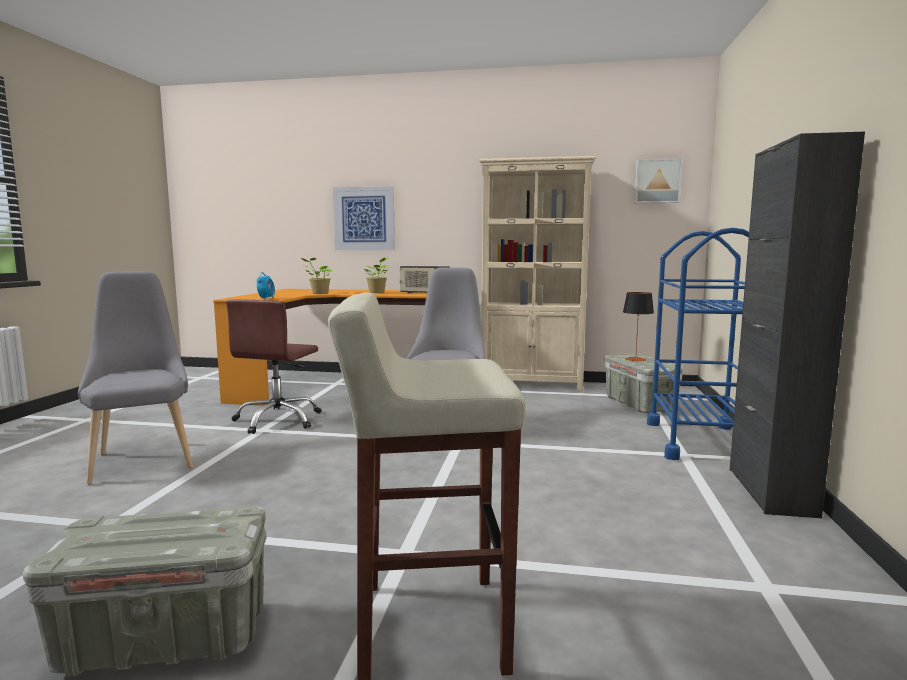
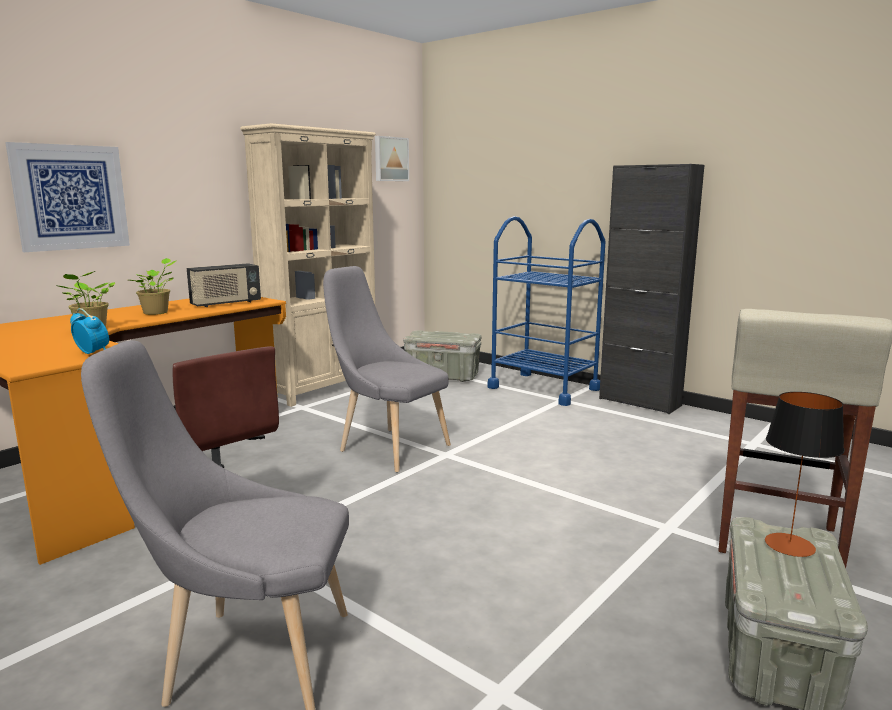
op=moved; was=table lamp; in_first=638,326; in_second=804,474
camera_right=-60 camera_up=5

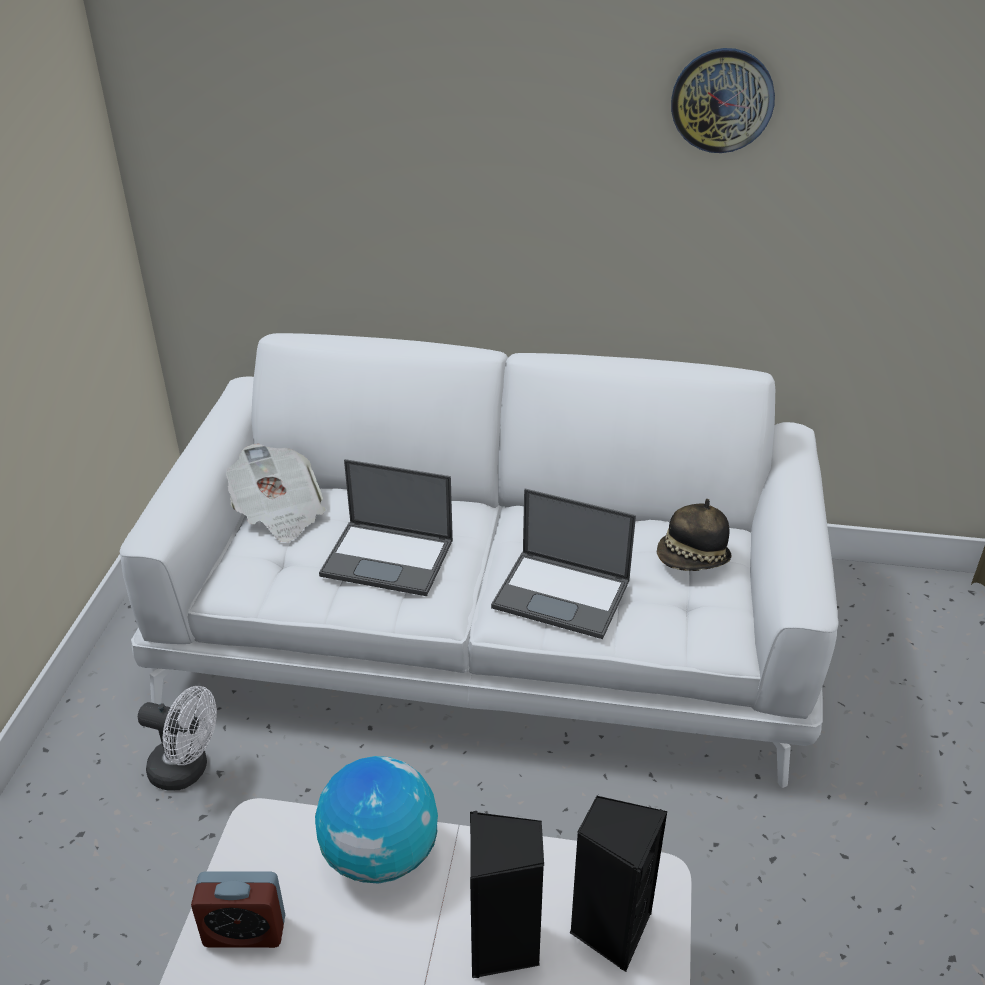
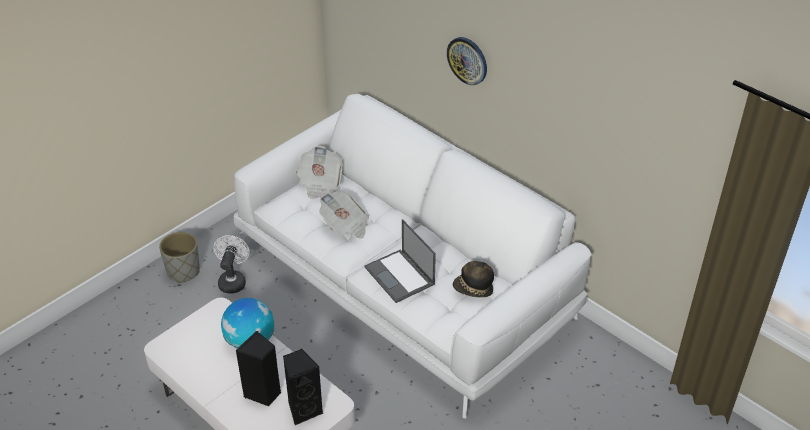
op=moved; was=wall clock; in_first=723,100; in_second=467,61
op=replaced; was=laptop; now=newspaper; in_first=386,527; in_second=344,215
op=turned; was=fan in white; in_first=177,738; in_second=231,264; clockwise=-135
op=removed; was=alarm clock; in_first=238,909
op=added; now=planter in grey; in_second=179,257
camera_right=35 camera_up=5

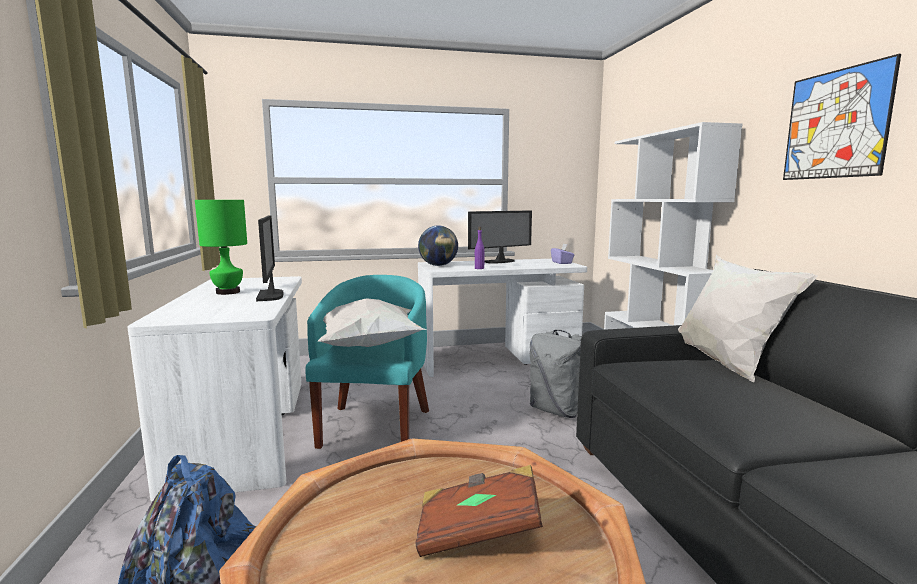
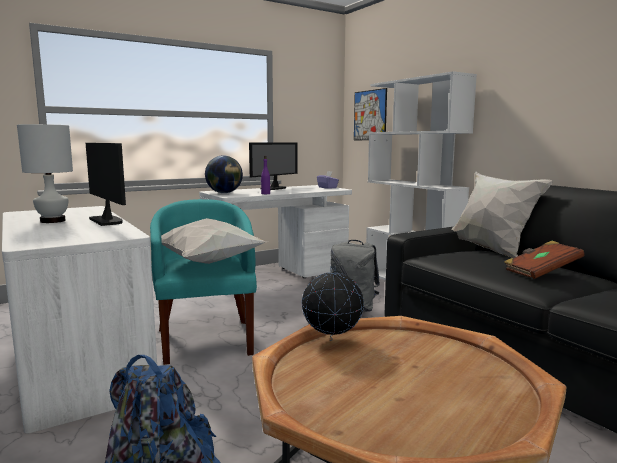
op=moved; was=picture; in_first=842,117; in_second=370,114
op=recoloured; was=table lamp in green; now=table lamp in white; in_first=221,247; in_second=45,173
op=moved; was=book in brown; in_first=479,511; in_second=544,260
op=added; now=globe; in_second=333,303
camera_right=-20 camera_up=0

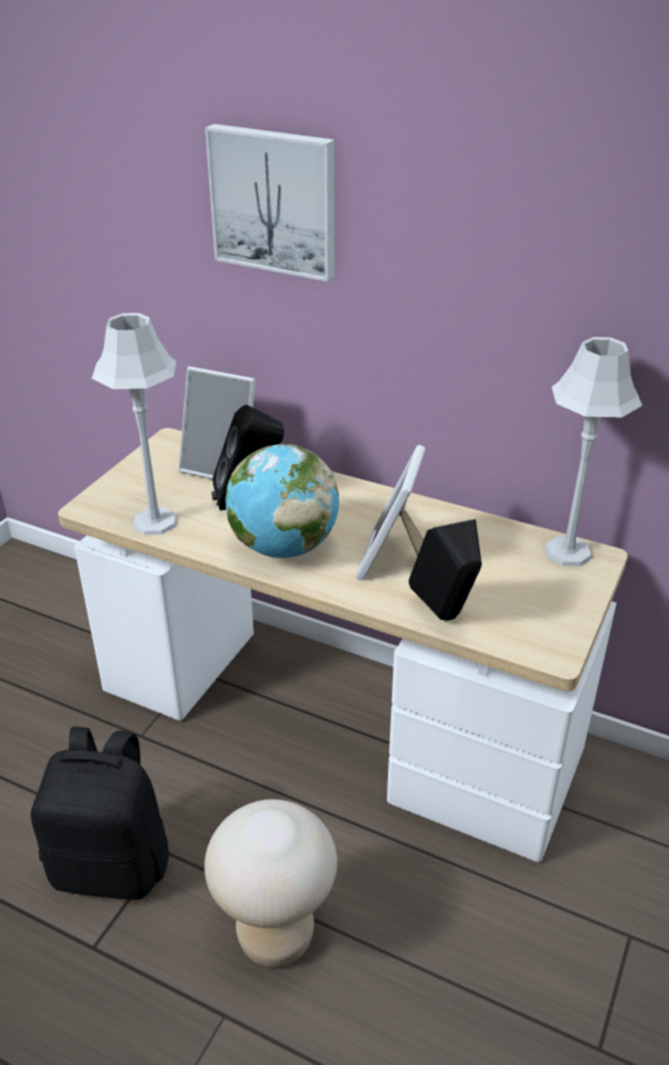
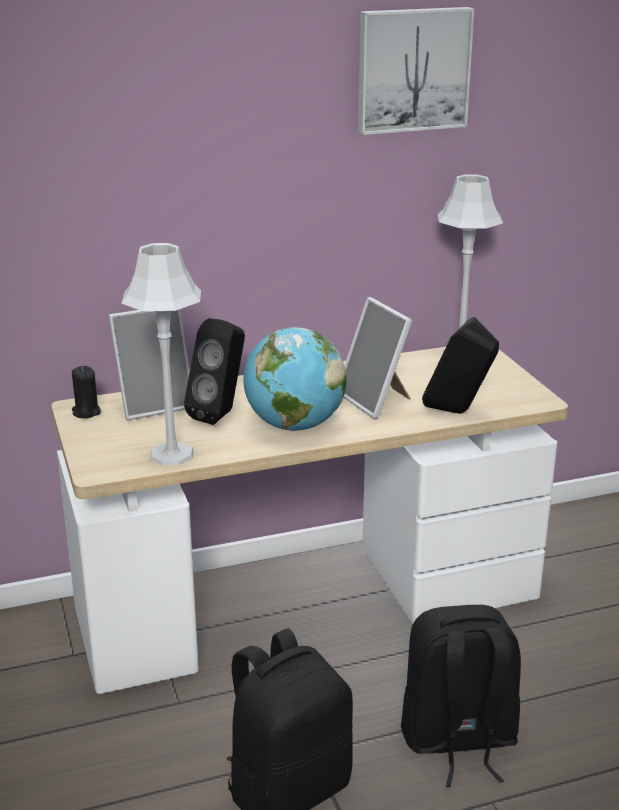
op=moved; was=picture; in_first=270,203; in_second=415,71
op=replaced; was=stool in beige; now=backpack in black; in_first=270,883; in_second=461,696
op=added; now=candle in black; in_second=86,392
camera_right=-45 camera_up=-10

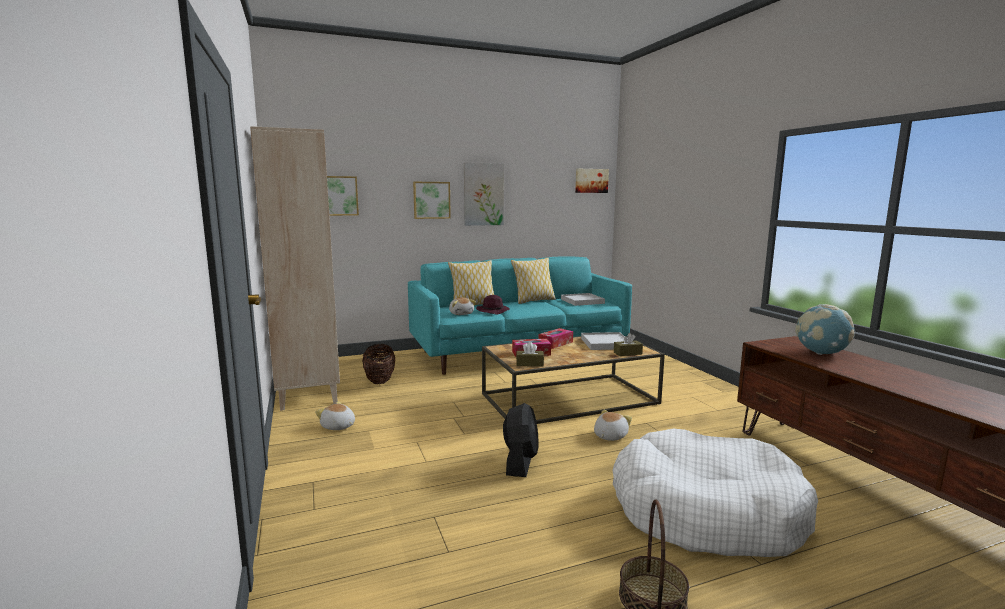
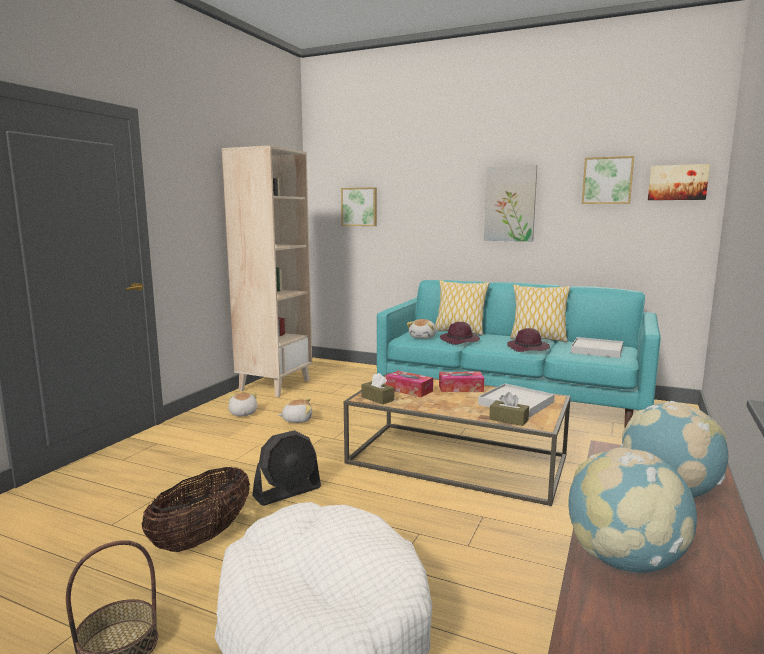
op=moved; was=picture; in_first=432,200; in_second=608,180
op=moved; was=basket; in_first=378,364; in_second=196,509
op=moved; was=plush toy; in_first=613,425; in_second=295,410
op=added; now=hat in purple; in_second=528,340
op=added; now=globe; in_second=632,510
camera_right=45 camera_up=0

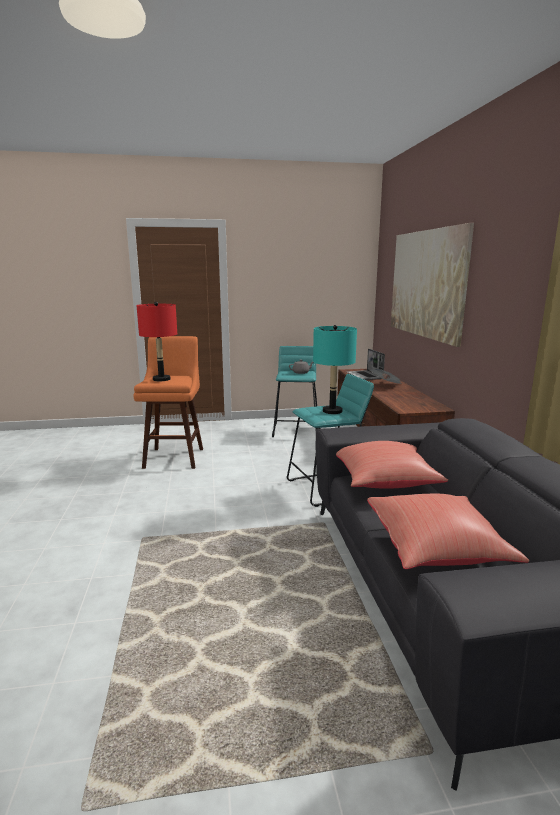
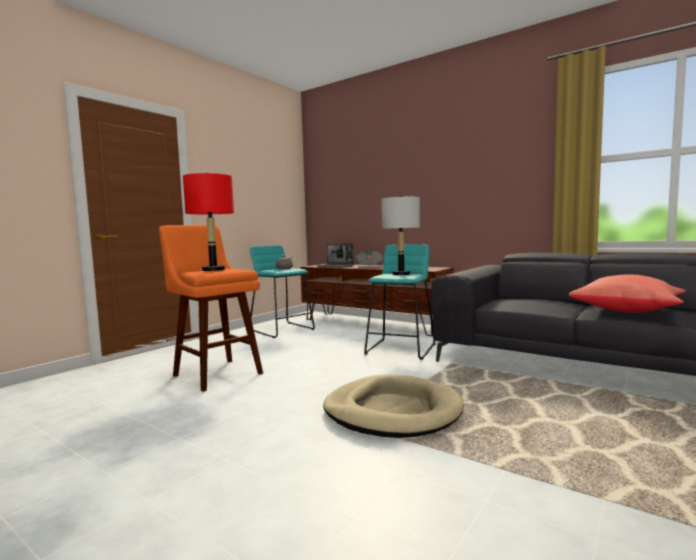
op=removed; was=picture; in_first=432,285
op=recoloured; was=table lamp in turquoise; now=table lamp in grey; in_first=335,369; in_second=400,235
op=removed; was=pillow in red; in_first=392,465
op=added; now=dog bed in beige; in_second=393,406
camera_right=-45 camera_up=-10

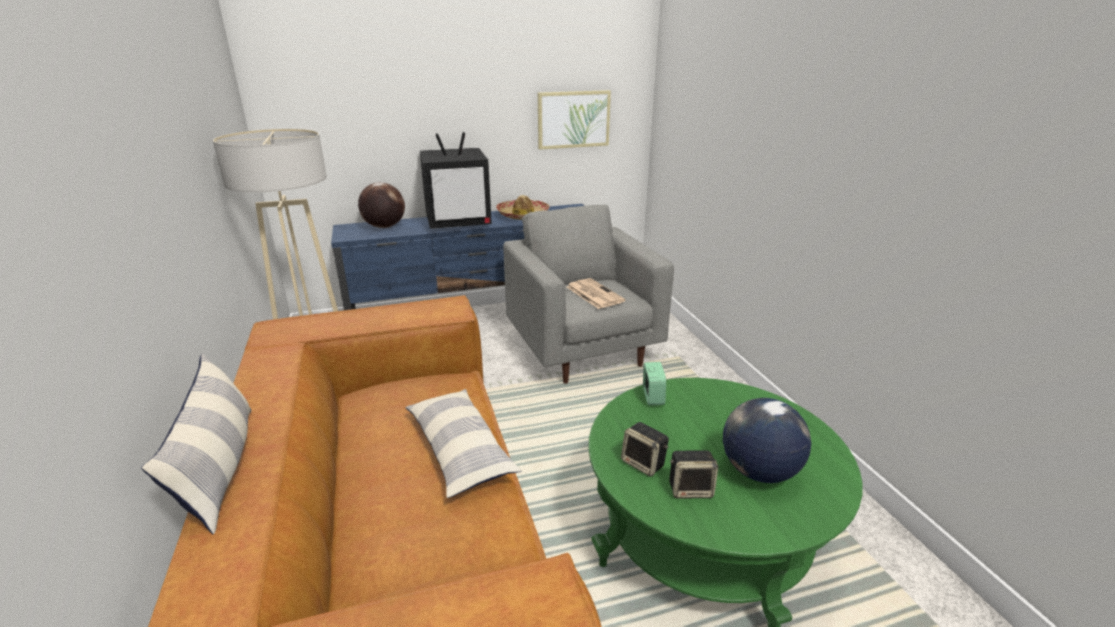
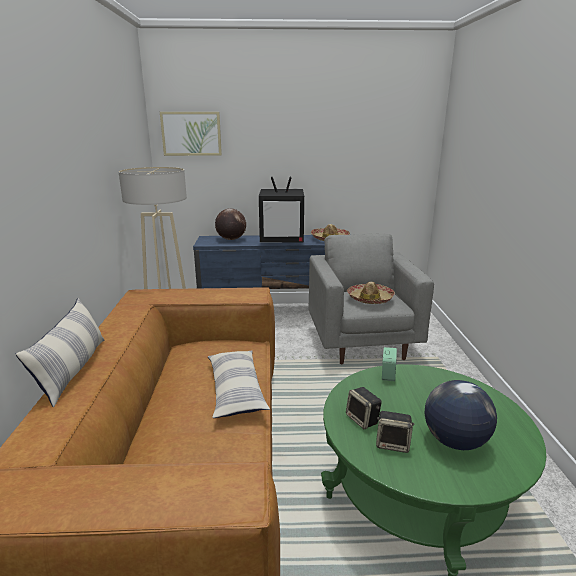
op=moved; was=picture; in_first=574,120; in_second=191,134
op=replaced; was=newspaper; now=hat; in_first=596,293; in_second=371,293
camera_right=15 camera_up=-5

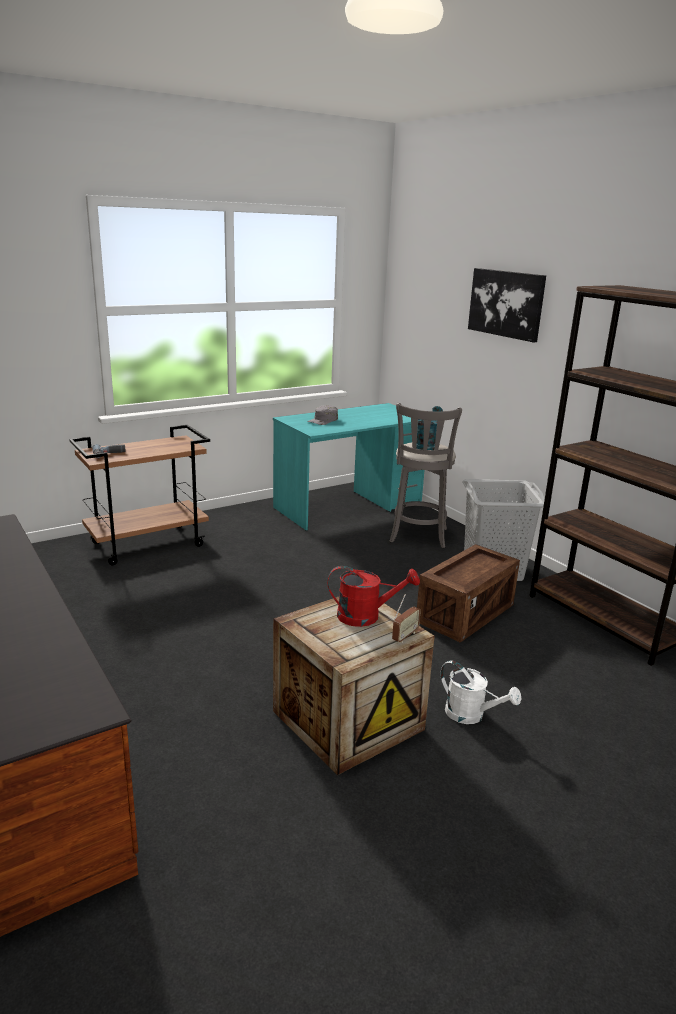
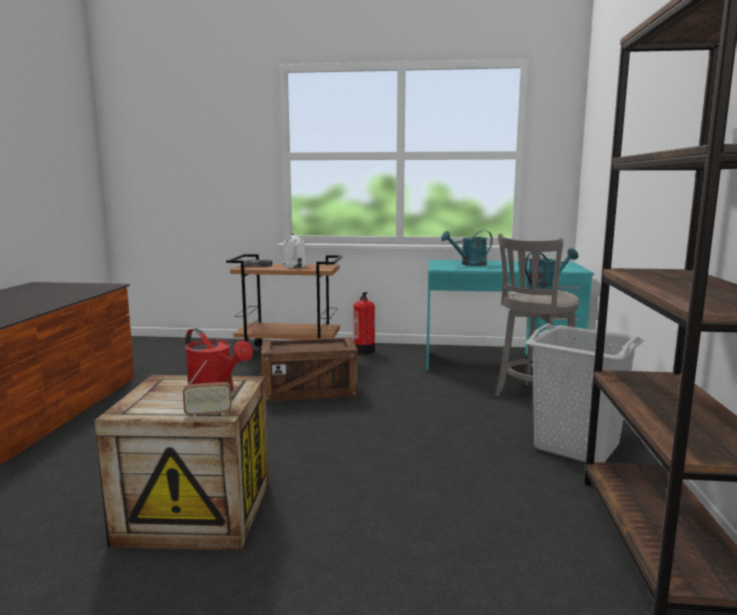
op=removed; was=picture; in_first=507,305
op=replaced; was=cap in grey; now=watering can in turquoise; in_first=322,415; in_second=467,248
op=moved; was=crate; in_first=468,593; in_second=309,369
op=moved; was=watering can in white; in_first=480,692; in_second=294,250
op=added; now=fire extinguisher; in_second=364,323
camera_right=40 camera_up=-10

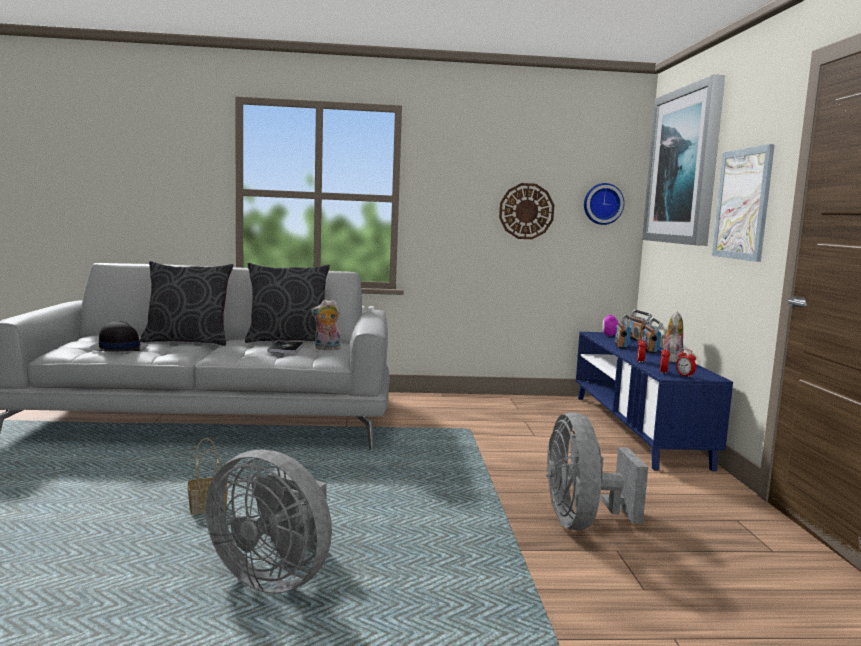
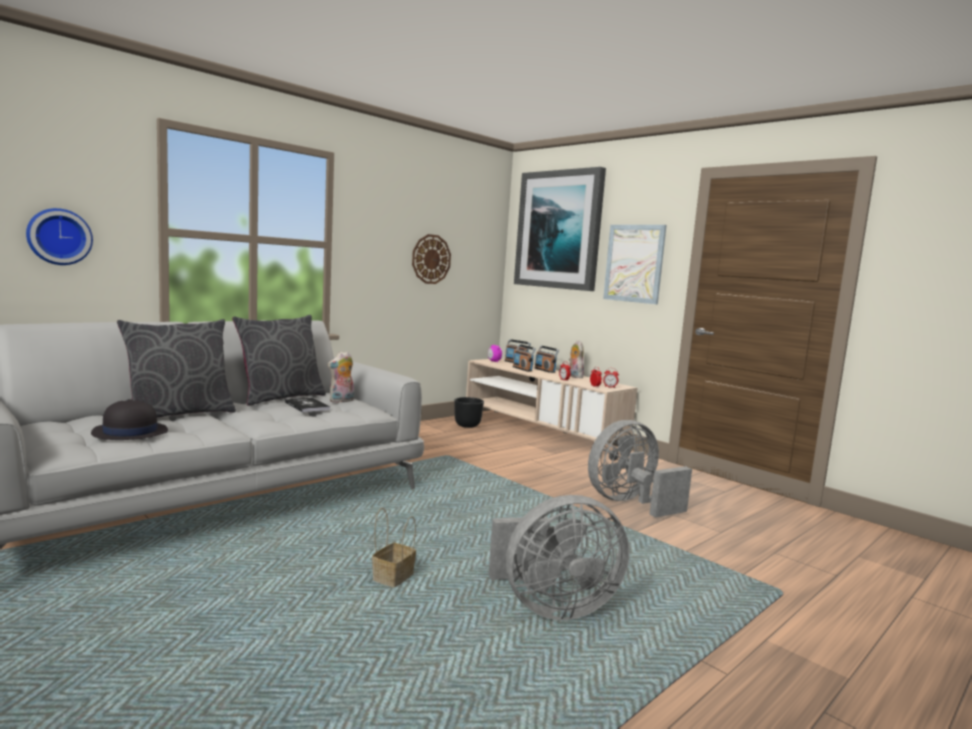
op=moved; was=wall clock; in_first=604,204; in_second=59,236
op=recoloured; was=tv stand in blue; now=tv stand in beige; in_first=654,401; in_second=551,408
op=turned; was=fan in grey; in_first=597,471; in_second=640,469; clockwise=105
op=added; now=planter in black; in_second=469,412
camera_right=-40 camera_up=0

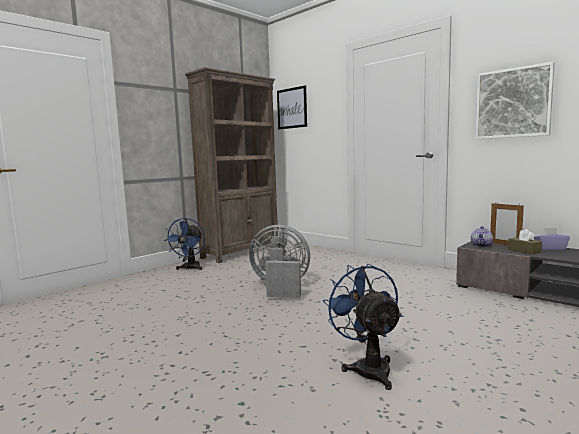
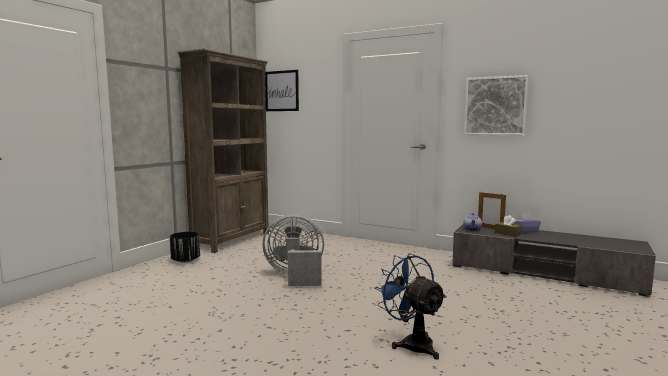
op=replaced; was=fan in blue; now=planter in black; in_first=184,244; in_second=185,247
camera_right=-15 camera_up=0

